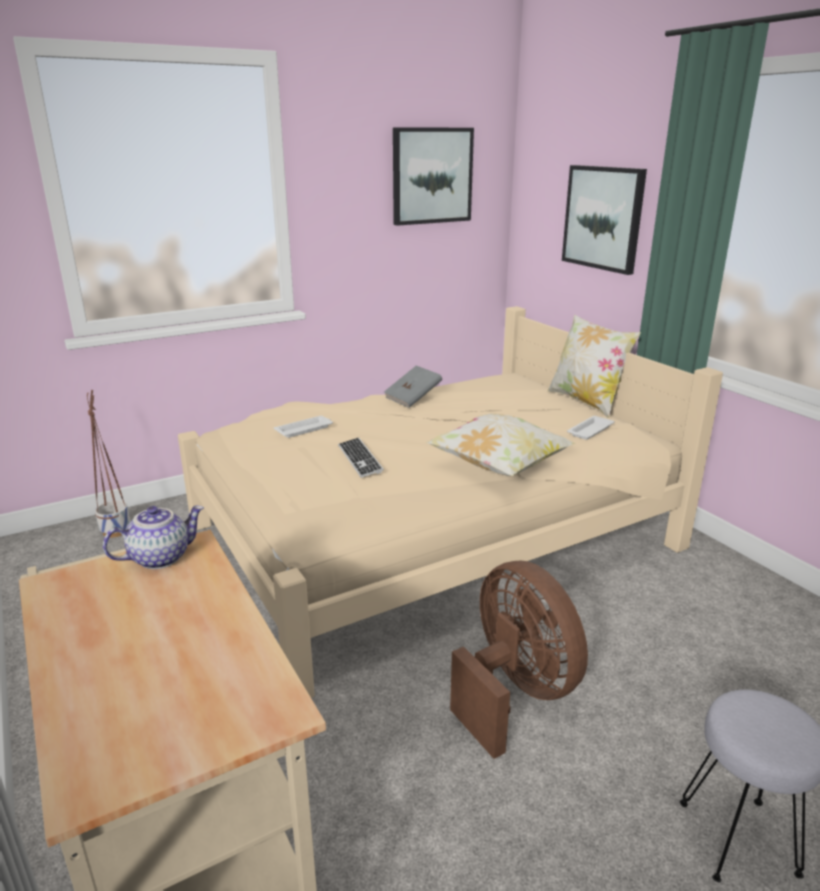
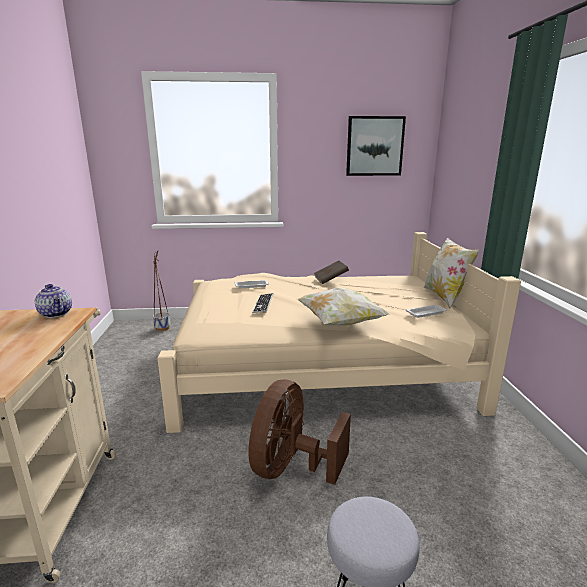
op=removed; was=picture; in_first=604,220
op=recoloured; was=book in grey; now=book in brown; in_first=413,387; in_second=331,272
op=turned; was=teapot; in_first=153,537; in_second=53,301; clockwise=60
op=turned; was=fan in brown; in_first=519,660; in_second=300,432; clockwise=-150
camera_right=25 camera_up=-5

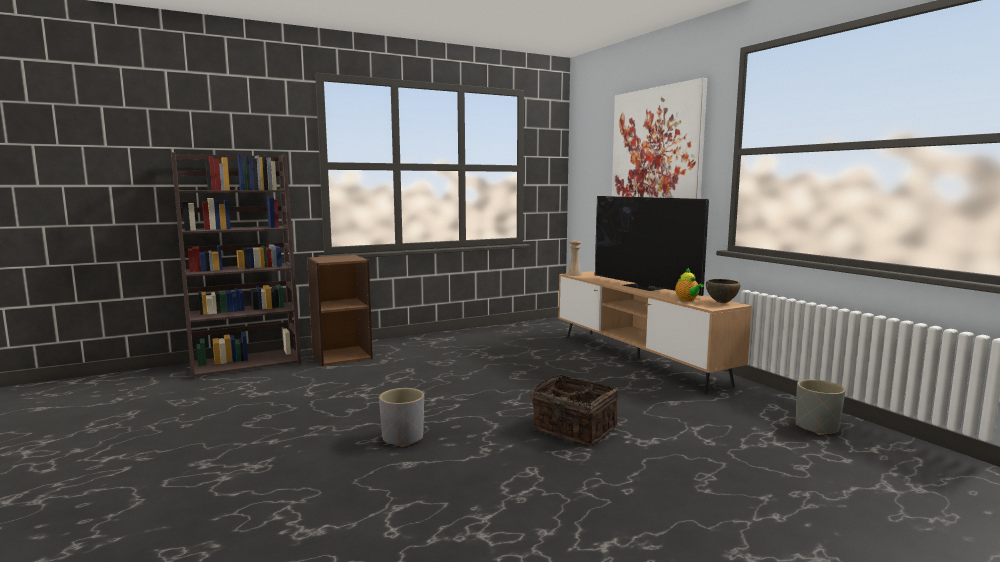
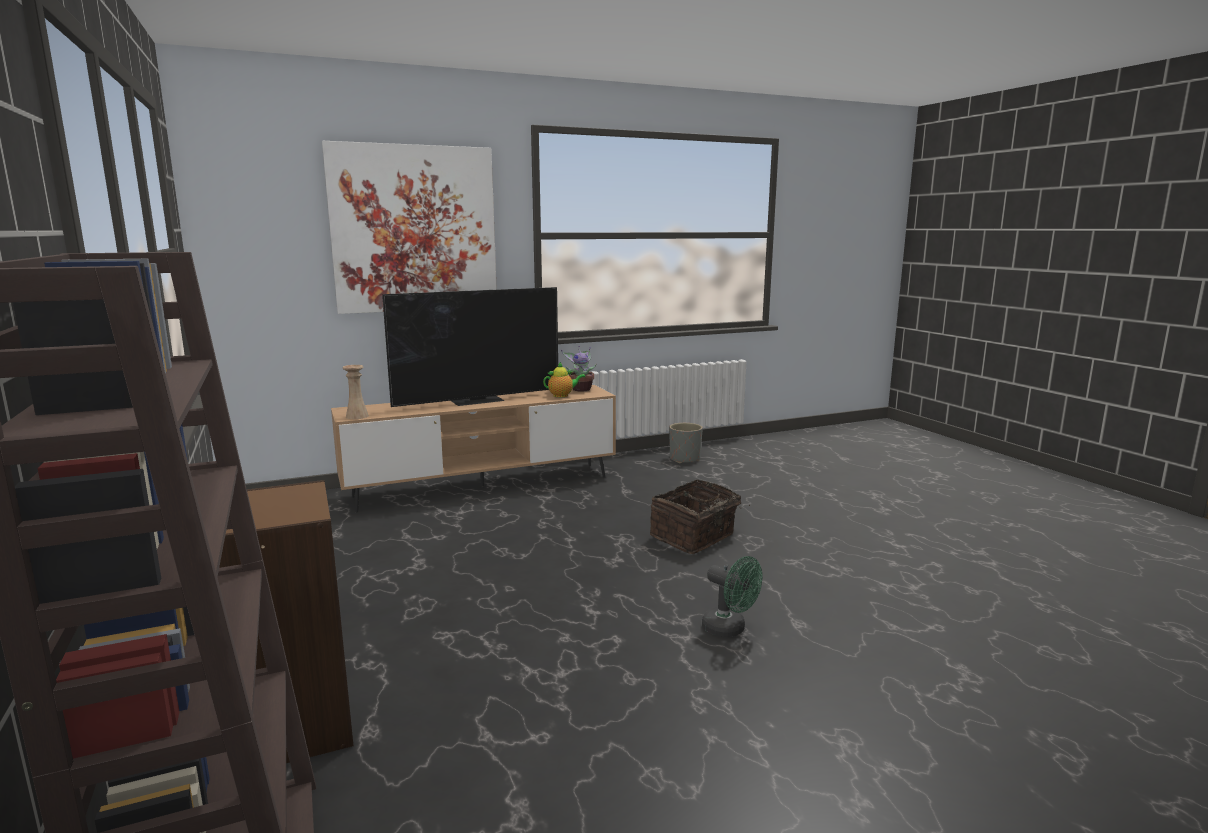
op=replaced; was=bowl in brown; now=potted plant; in_first=723,291; in_second=578,369
op=replaced; was=planter in grey; now=fan in green; in_first=401,417; in_second=732,596
camera_right=-85 camera_up=5

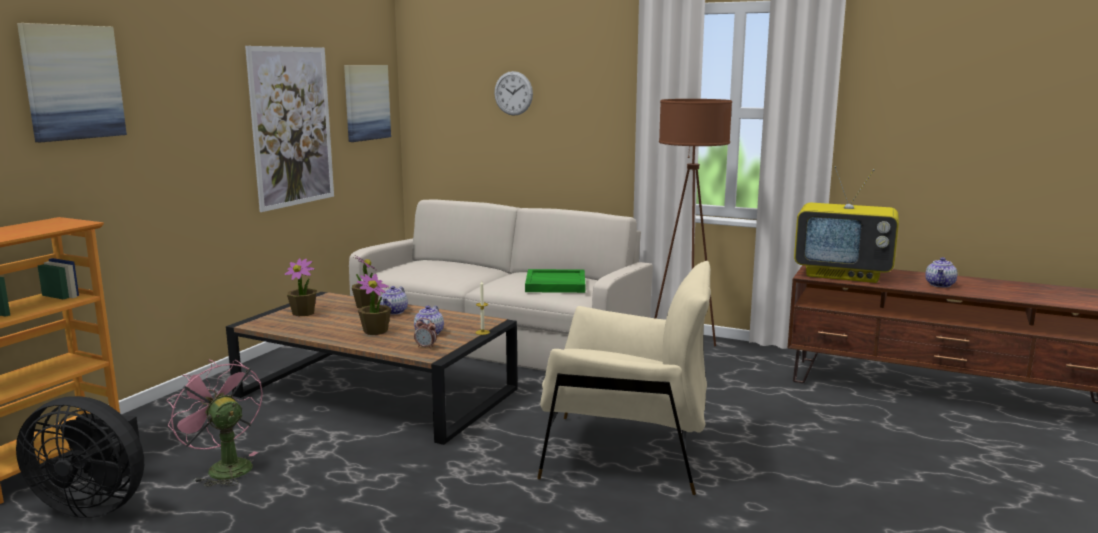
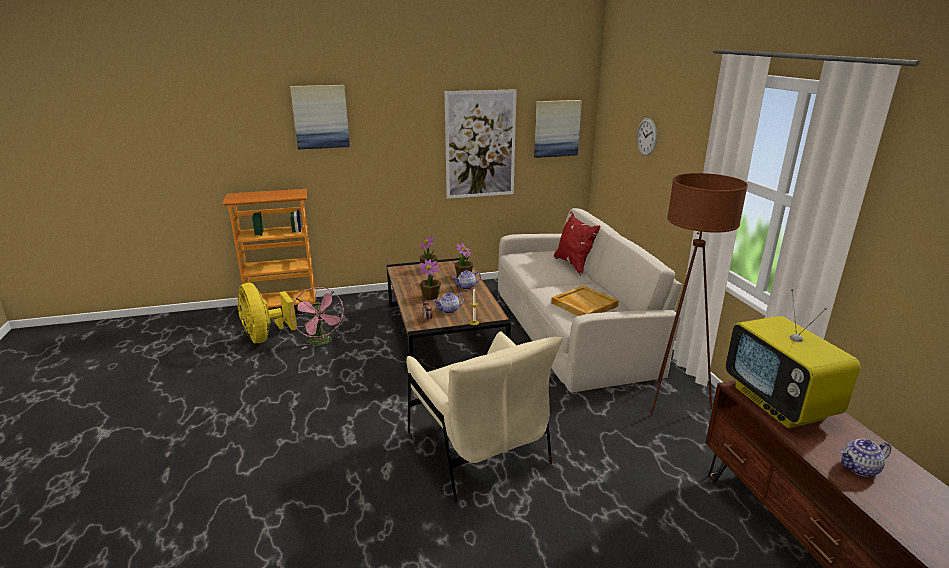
op=recoloured; was=tray in green; now=tray in beige; in_first=555,281; in_second=585,301
op=turned; was=fan in pink; in_first=214,423; in_second=318,318; clockwise=150
op=recoloured; was=fan in black; now=fan in yellow; in_first=80,457; in_second=267,313
op=added; now=pillow in red; in_second=577,244
camera_right=50 camera_up=10

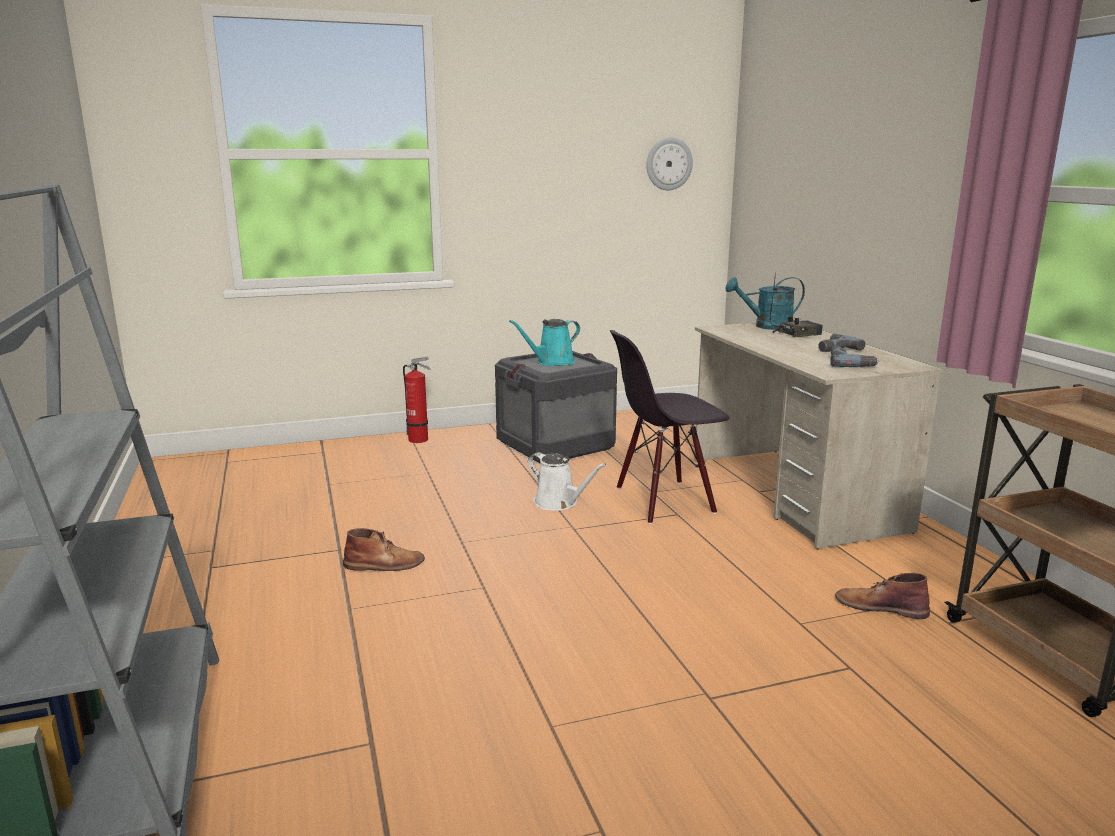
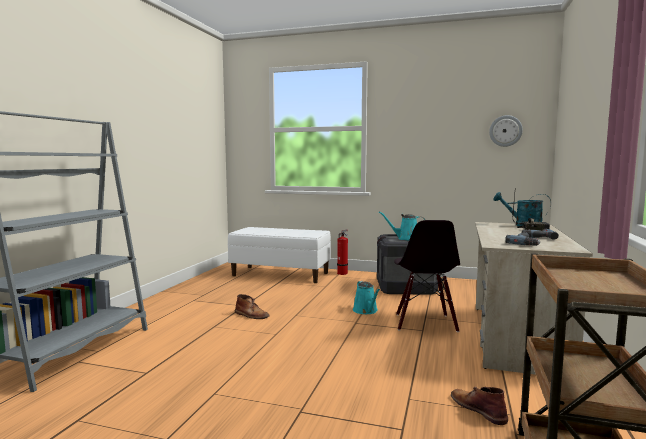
op=turned; was=chair in black; in_first=669,427; in_second=427,276; clockwise=-105
op=recoloured; was=watering can in white; now=watering can in turquoise; in_first=567,481; in_second=366,297
op=added; now=bench in white; in_second=279,255
camera_right=35 camera_up=-10

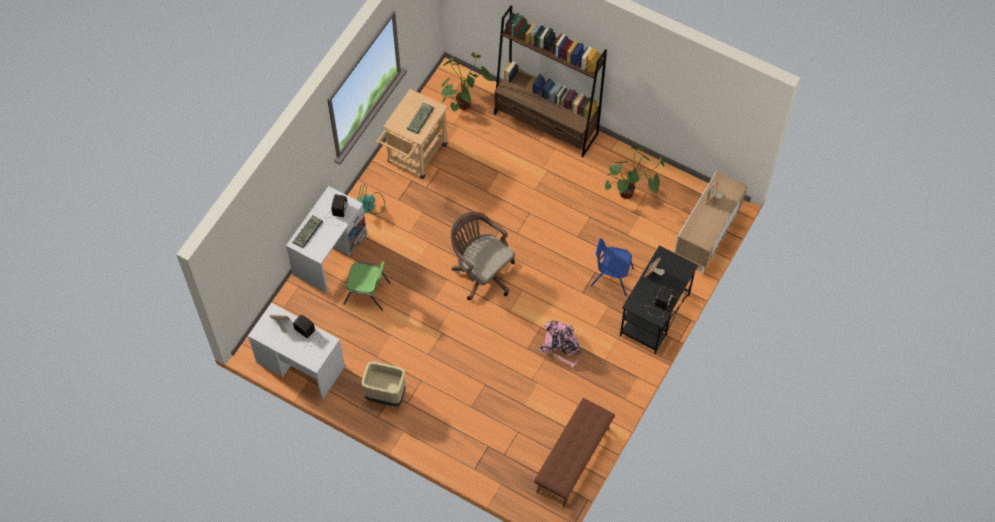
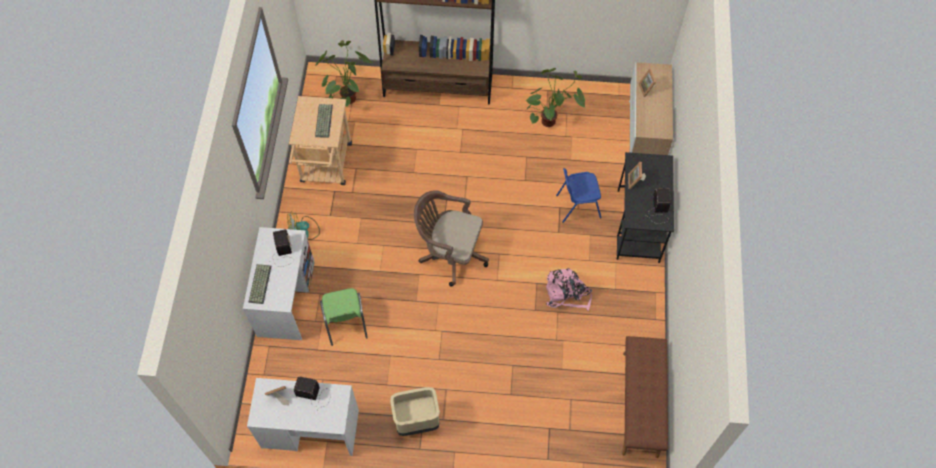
op=turned; was=chair in green; in_first=367,286; in_second=344,317; clockwise=90
camera_right=-25 camera_up=0

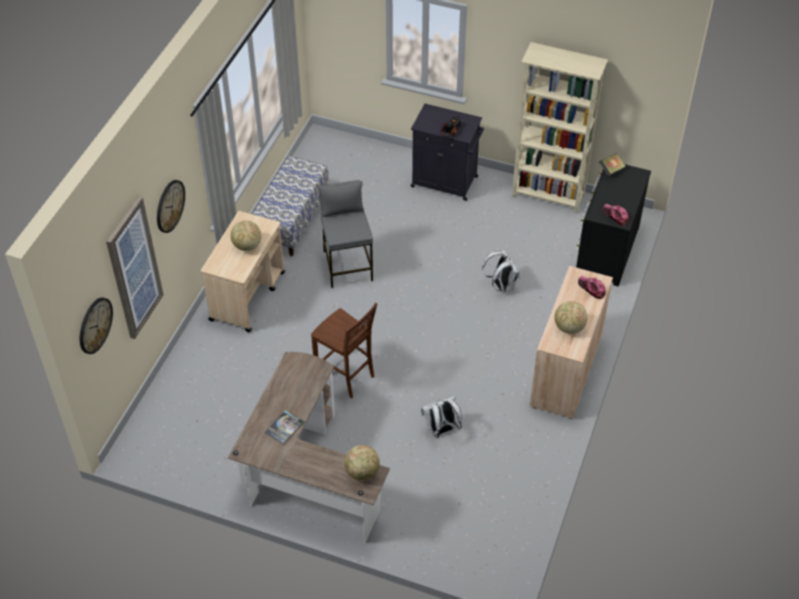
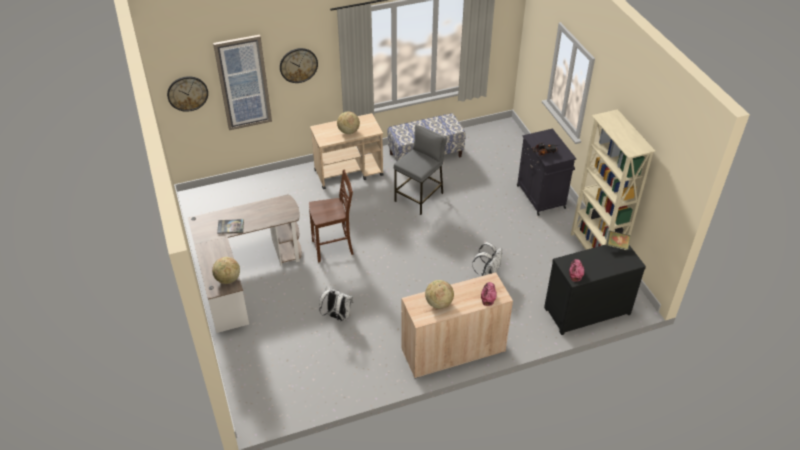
op=turned; was=chair in brown; in_first=344,350; in_second=331,215; clockwise=-105
camera_right=50 camera_up=-5

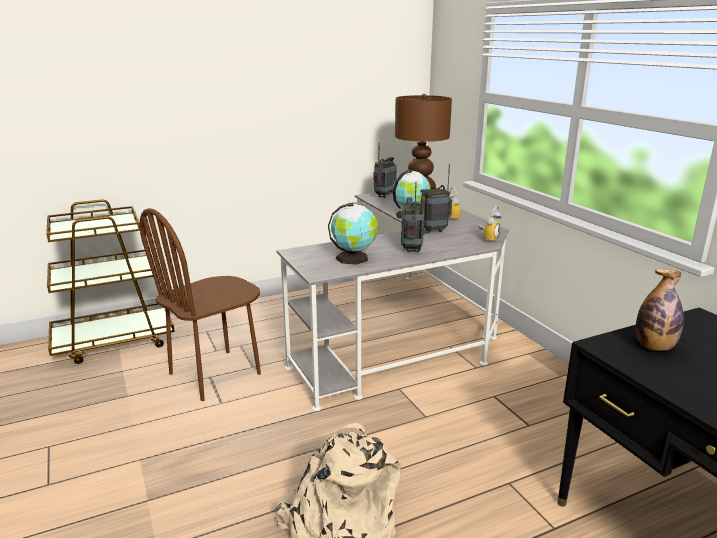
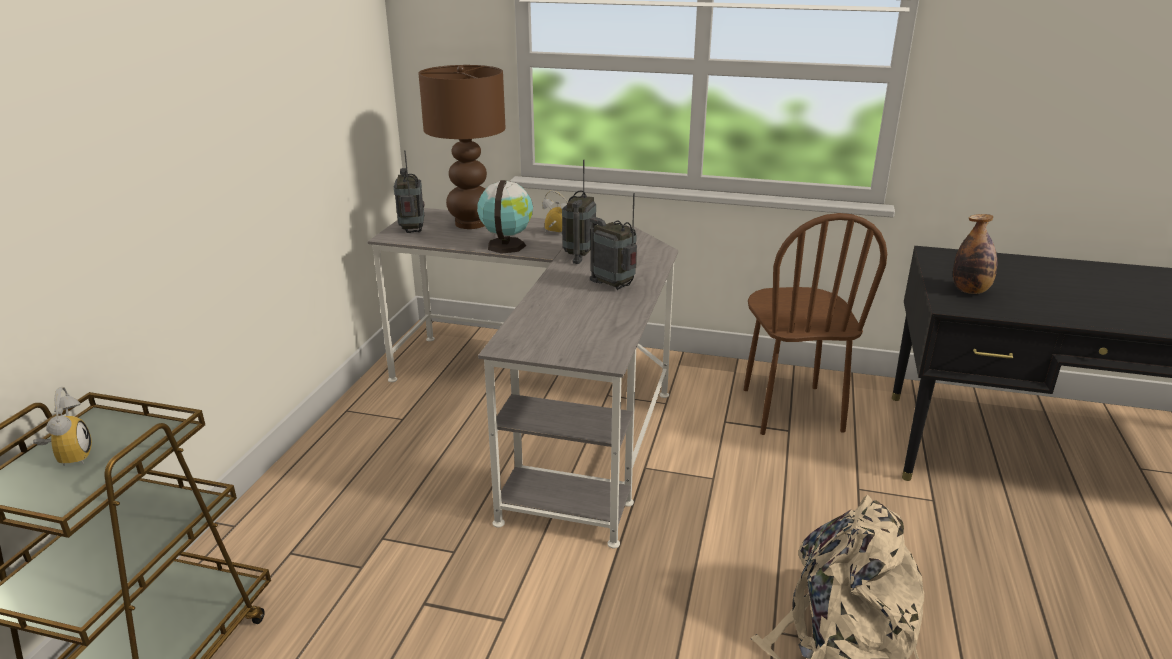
op=removed; was=globe; in_first=353,234
op=moved; was=alarm clock; in_first=490,224; in_second=62,426
op=moved; was=chair in brown; in_first=200,304; in_second=815,324
camera_right=-50 camera_up=5

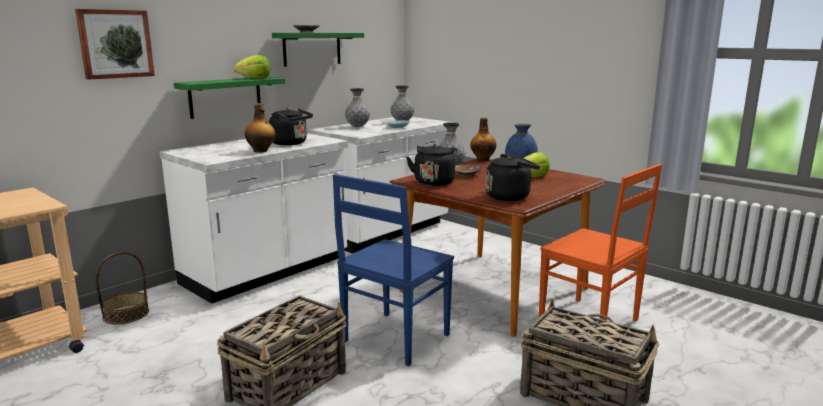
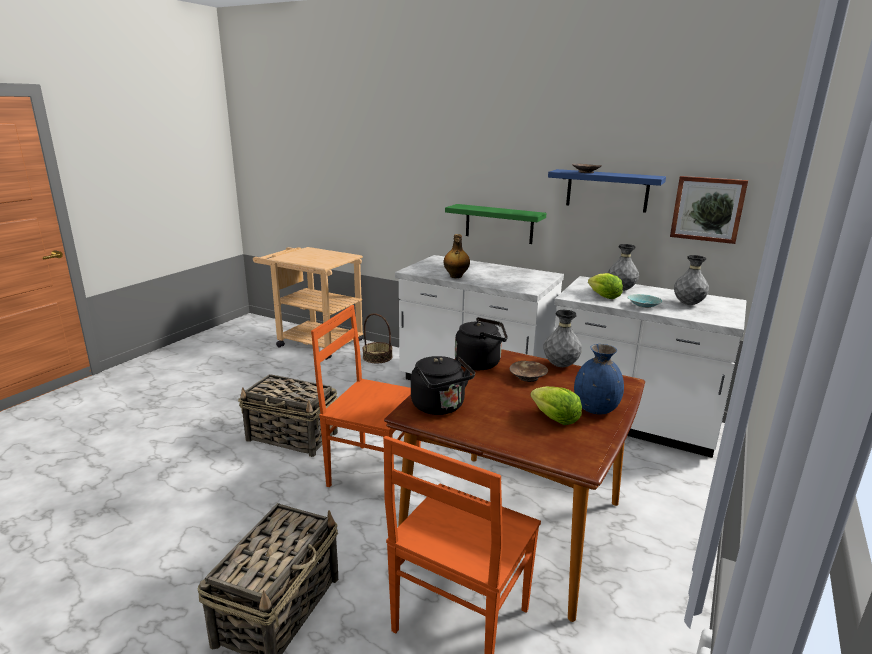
op=moved; was=picture; in_first=115,44; in_second=709,210
op=recoloured; was=shelf in green; now=shelf in blue; in_first=318,50; in_second=607,191
op=moved; was=lettuce; in_first=251,66; in_second=605,286
op=removed; was=kettle in black; in_first=291,126
op=removed; was=bottle; in_first=483,139
op=recoloured; was=chair in blue; now=chair in orange; in_first=393,270; in_second=366,396
camera_right=75 camera_up=5

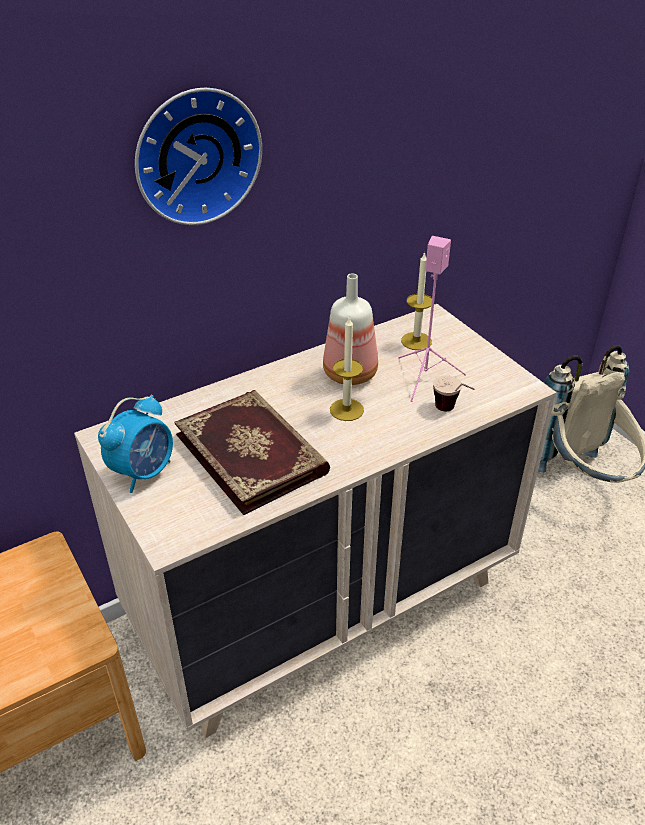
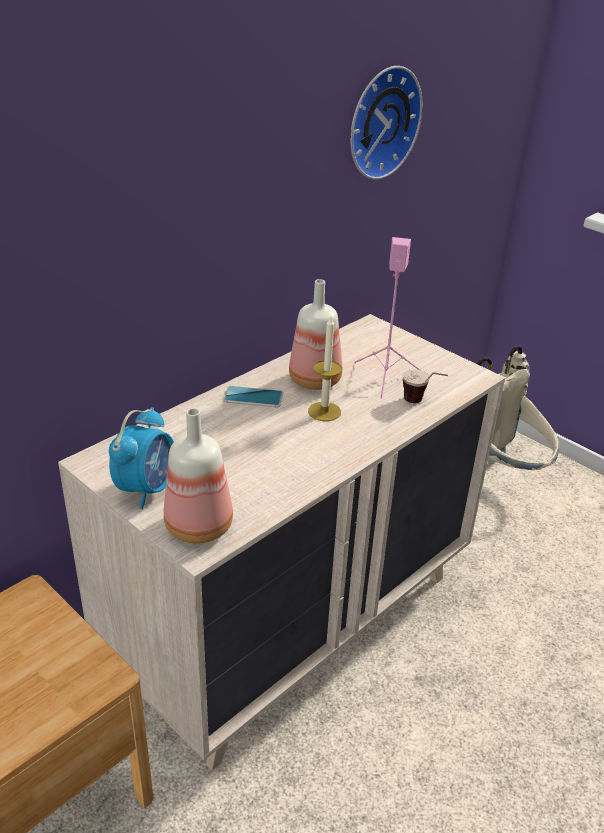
op=moved; was=wall clock; in_first=198,156; in_second=386,123
op=removed; was=candle; in_first=416,301
op=removed; was=book; in_first=252,452
op=added; now=phone; in_second=253,396
op=added; now=bottle; in_second=198,475
camera_right=-15 camera_up=-5

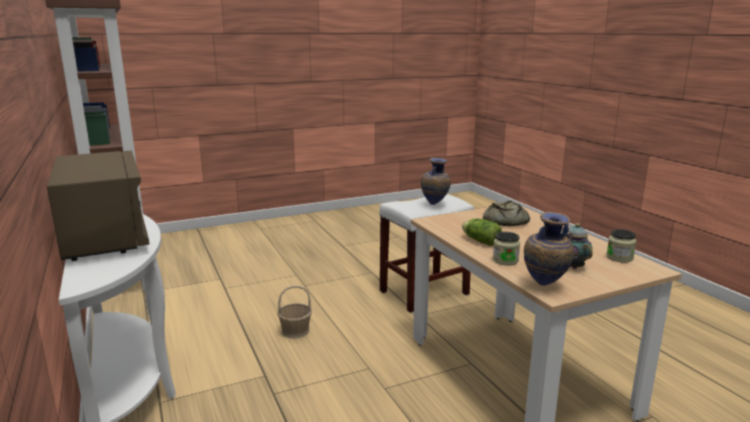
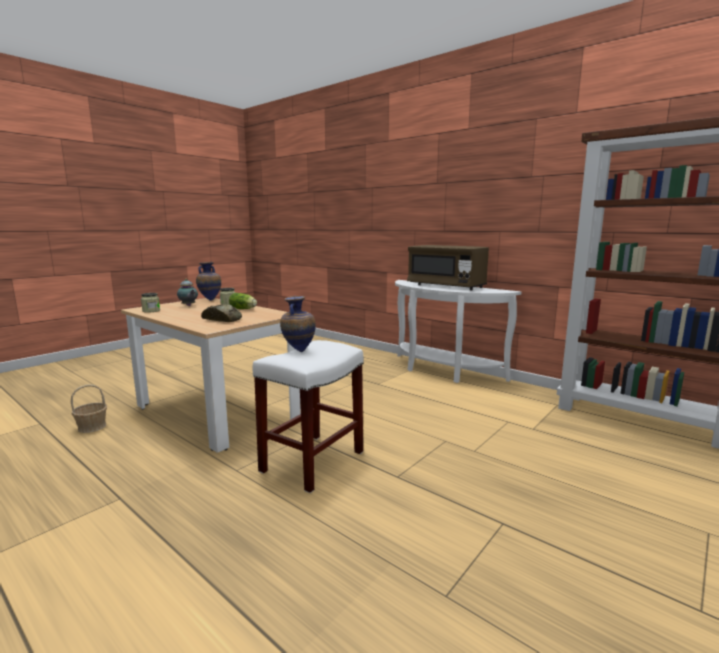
op=moved; was=basket; in_first=294,311; in_second=89,409
camera_right=155 camera_up=-5

